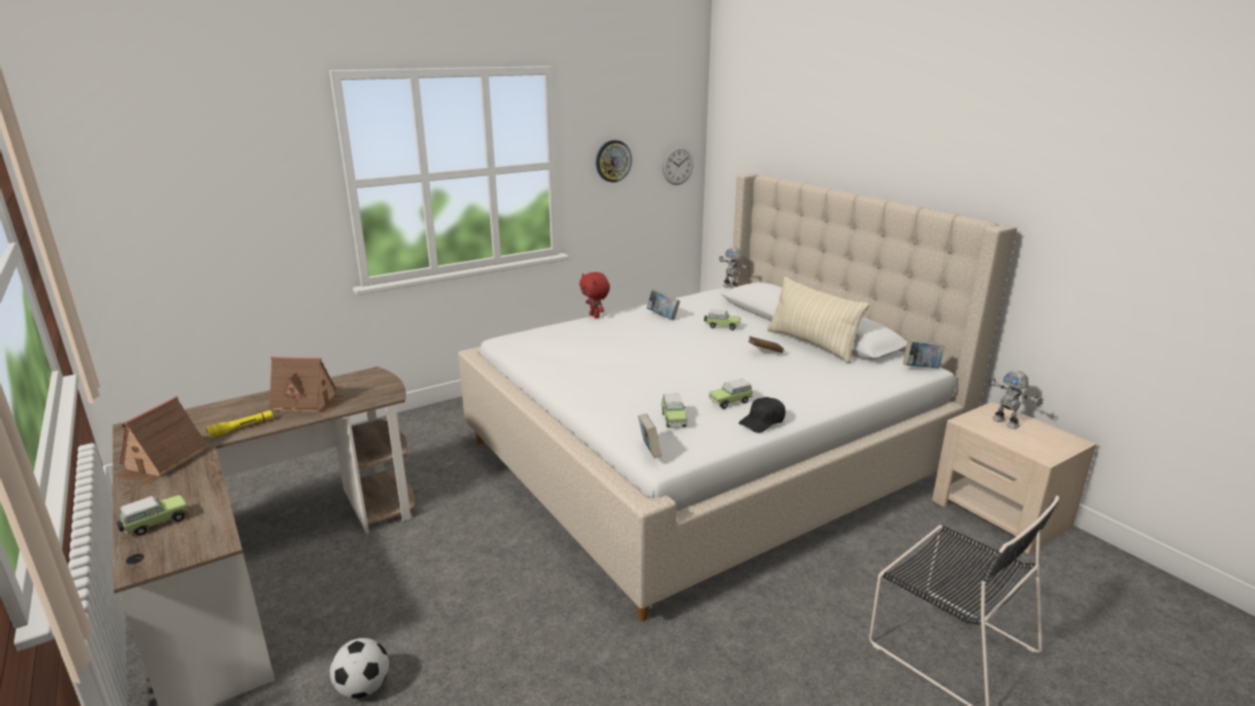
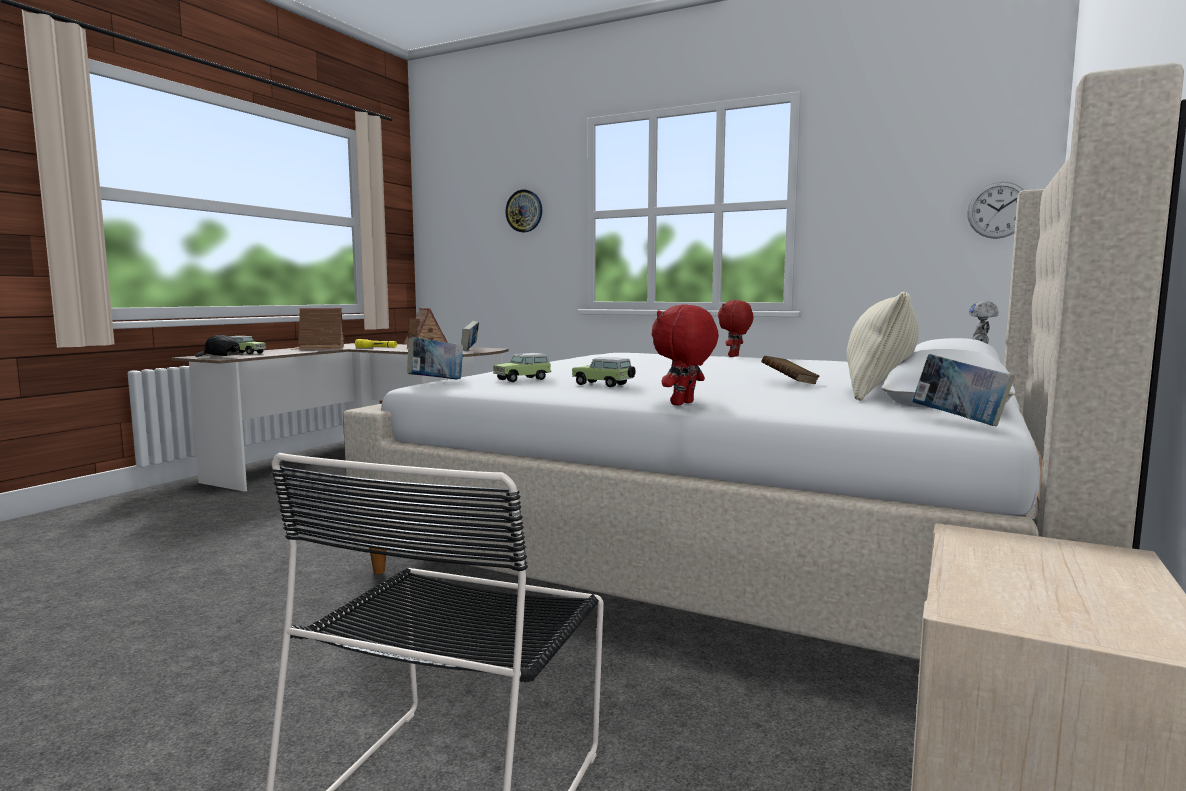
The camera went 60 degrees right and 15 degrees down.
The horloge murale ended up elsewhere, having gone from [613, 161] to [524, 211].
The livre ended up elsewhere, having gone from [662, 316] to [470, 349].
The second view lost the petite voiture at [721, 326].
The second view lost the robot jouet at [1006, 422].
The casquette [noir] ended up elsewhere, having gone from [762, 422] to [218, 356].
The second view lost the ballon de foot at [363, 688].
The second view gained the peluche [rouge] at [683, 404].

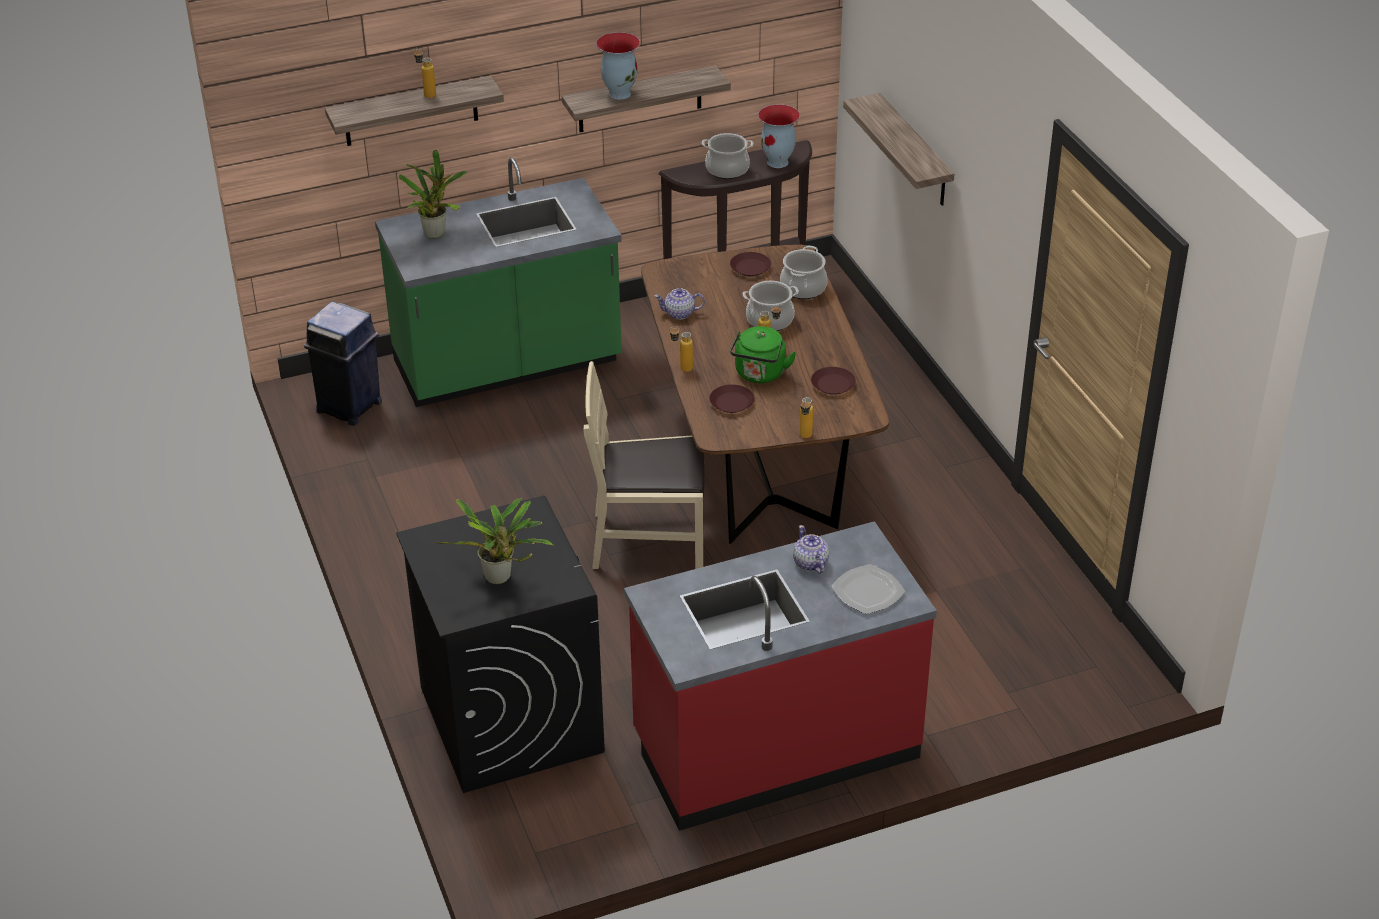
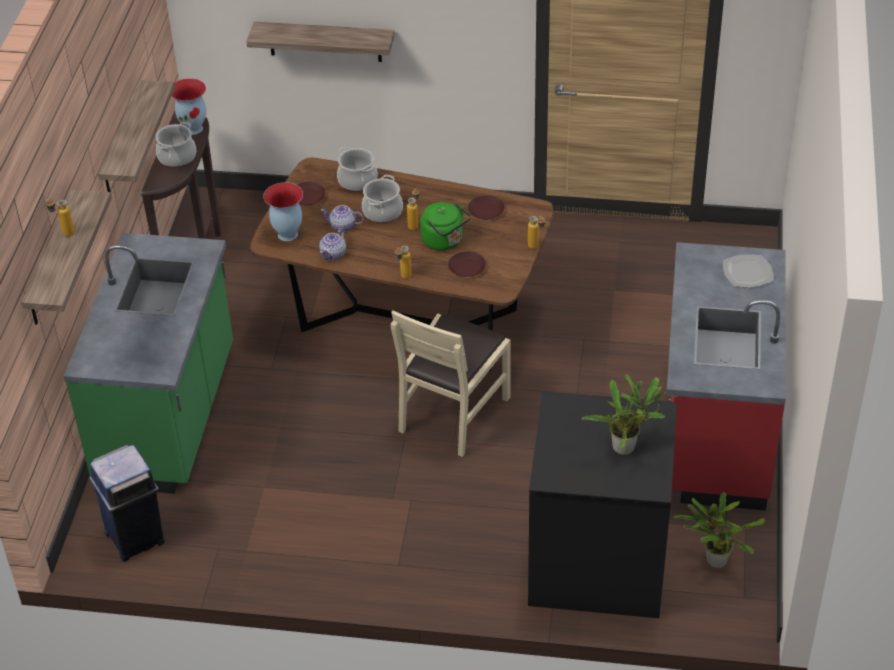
The camera went 60 degrees left and 5 degrees up.
The vase ended up elsewhere, having gone from [619, 93] to [287, 234].
The plante en pot ended up elsewhere, having gone from [436, 232] to [714, 559].
The théière ended up elsewhere, having gone from [810, 563] to [343, 226].

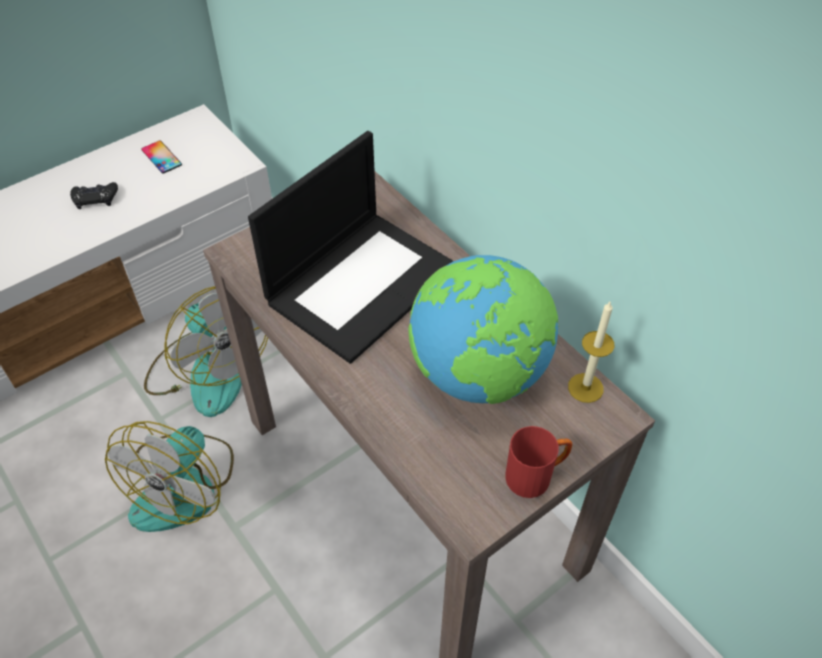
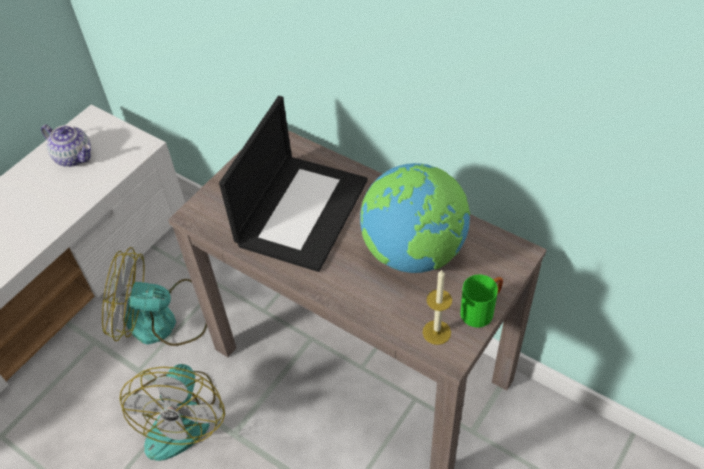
The camera went 15 degrees left and 0 degrees up.
Where the téléphone stood at [161, 157], the théière came to stand at [74, 157].
The second view lost the manette [noir] at [95, 198].
The ventilateur at [208, 371] ended up facing another way, 150 degrees clockwise from before.
The bougie ended up elsewhere, having gone from [585, 388] to [436, 332].
What was the mug [rouge] at [536, 475] turned into the mug [vert] at [481, 310].

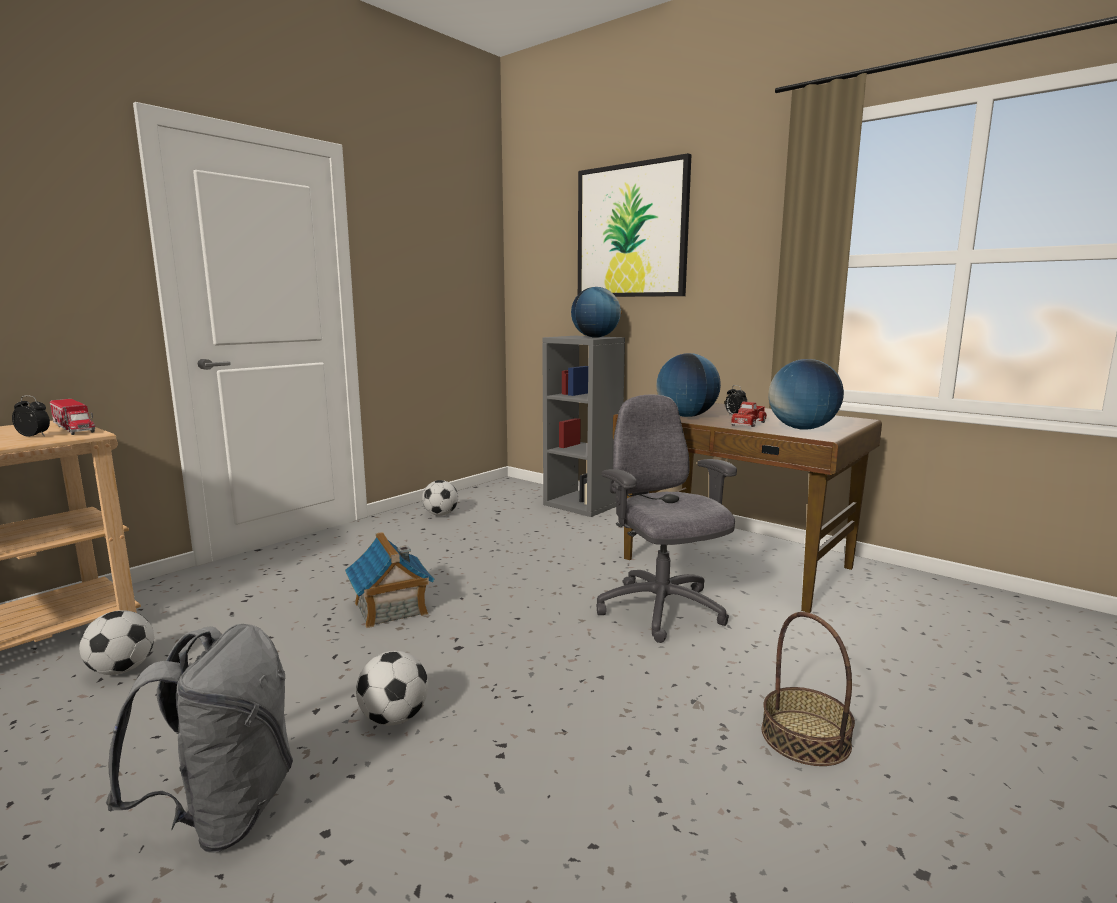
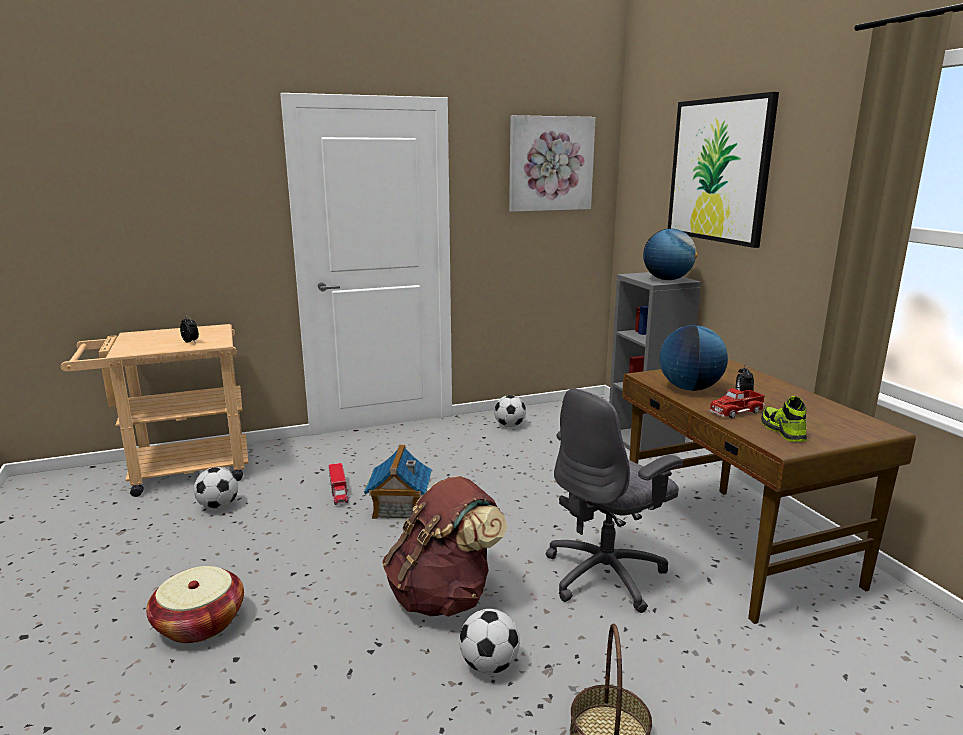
The camera went 30 degrees right and 5 degrees up.
Where the globe stood at [802, 428], the chaussure came to stand at [782, 431].
The chaise de bureau [gris] at [661, 611] ended up facing another way, 135 degrees counterclockwise from before.
The camion jouet ended up elsewhere, having gone from [74, 428] to [338, 491].
Where the sac à dos [gris] stood at [225, 813], the panier came to stand at [200, 623].
The ballon de foot ended up elsewhere, having gone from [394, 718] to [489, 665].
The second view gained the tableau at [550, 164].
The second view gained the sac à dos [marron] at [444, 596].

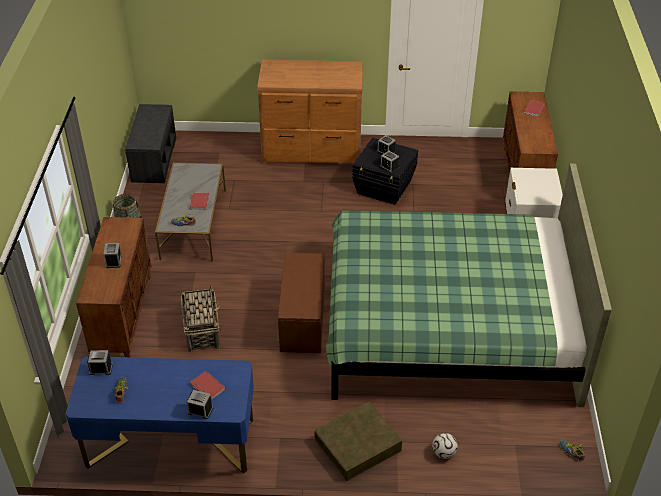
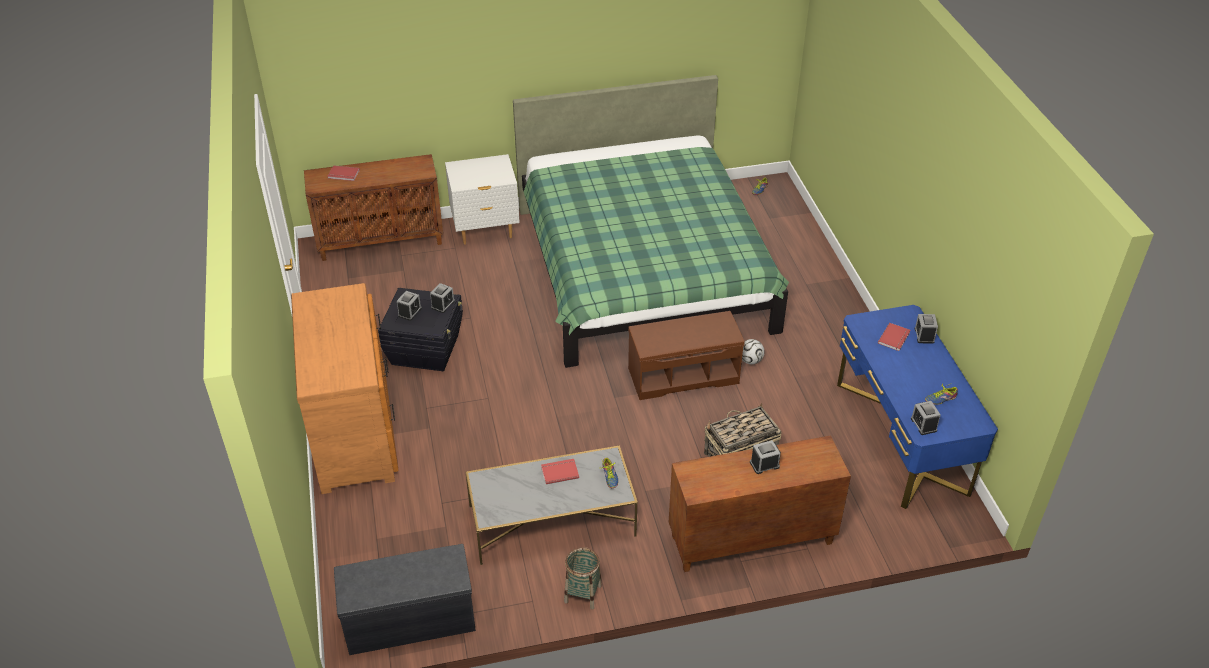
The camera went 105 degrees left and 0 degrees up.
The second view lost the boîte de rangement [marron] at [358, 445].
The ballon de foot ended up elsewhere, having gone from [444, 453] to [750, 360].

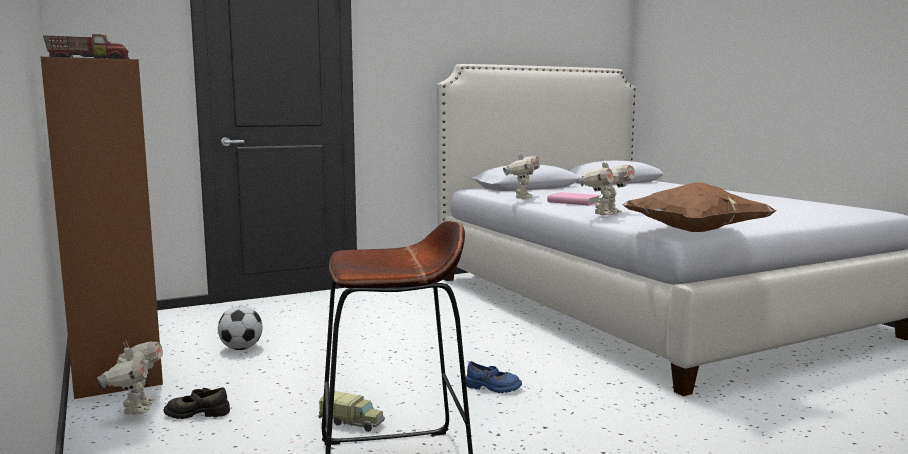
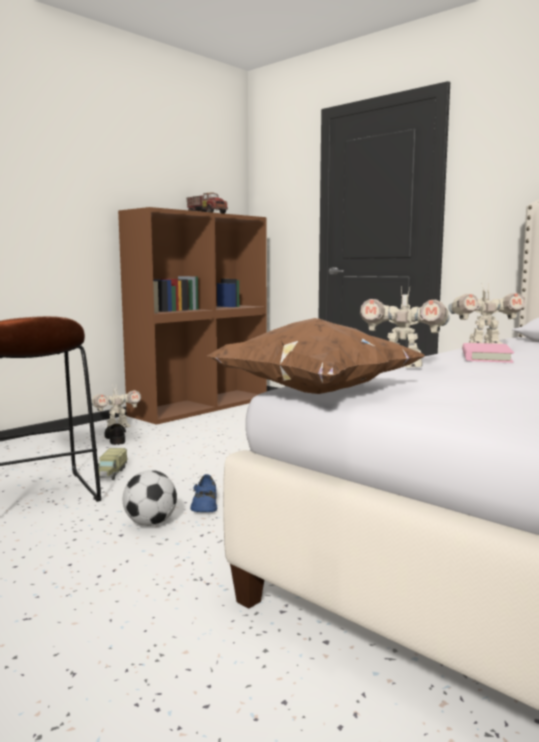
The camera went 70 degrees right and 0 degrees up.
The ballon de foot ended up elsewhere, having gone from [241, 348] to [150, 523].

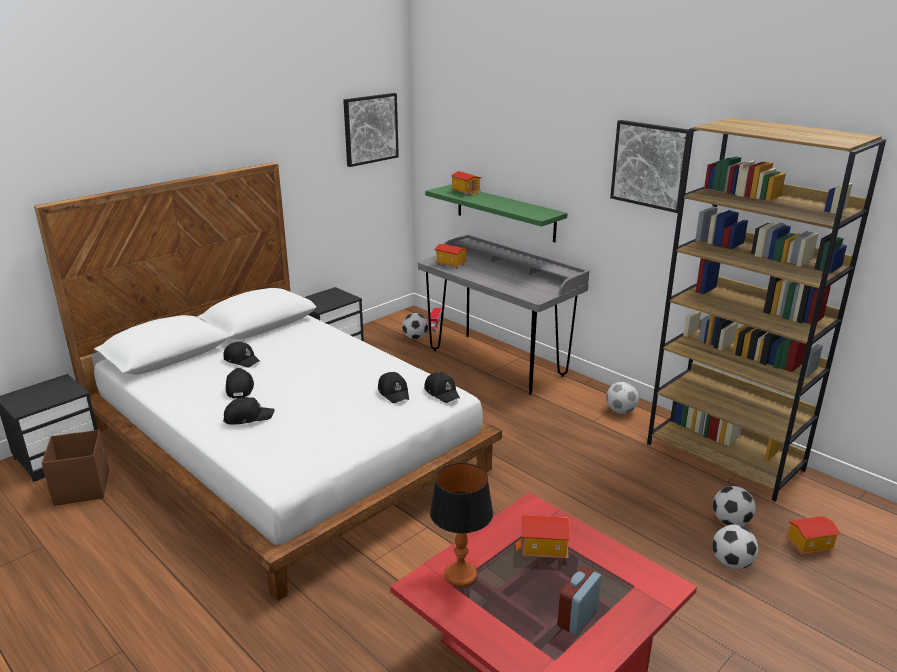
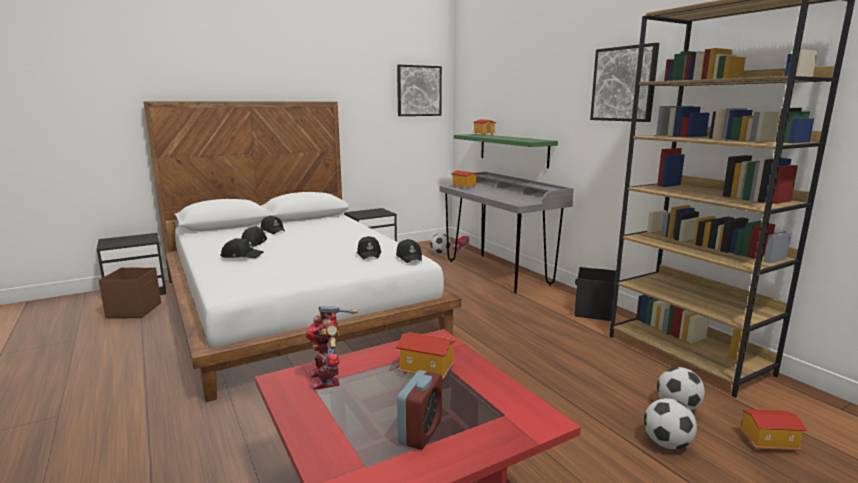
The camera went 15 degrees right and 10 degrees down.
Where the ballon de foot stood at [621, 411], the boîte de rangement [noir] came to stand at [593, 312].
Where the lampe de table stood at [461, 575], the robot jouet came to stand at [328, 378].
The réveil at [577, 617] ended up facing another way, 150 degrees clockwise from before.

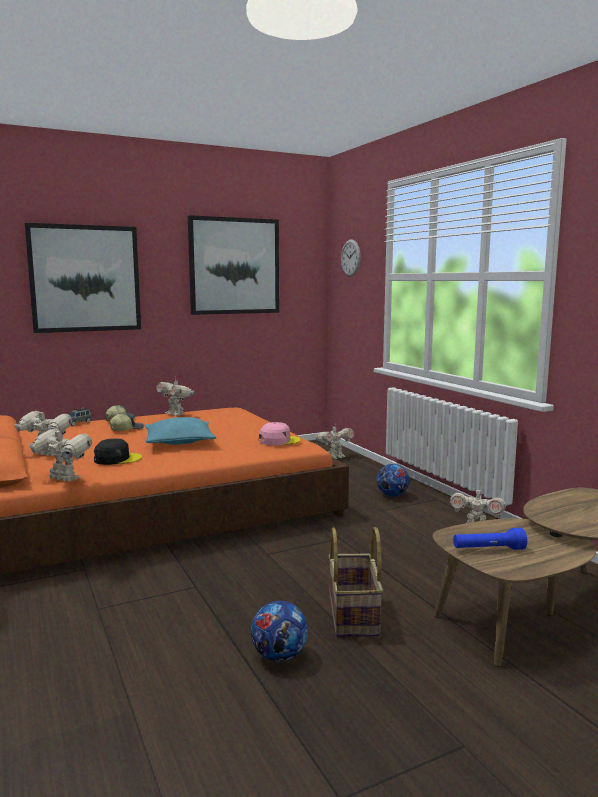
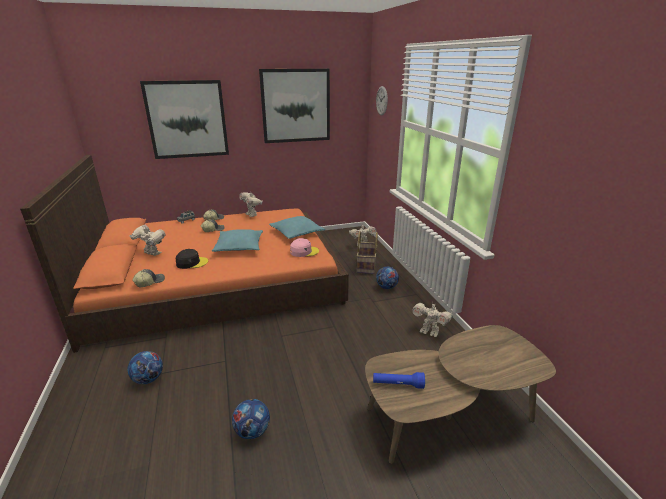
The camera went 10 degrees right and 15 degrees up.
Where the robot jouet stood at [63, 479], the casquette came to stand at [149, 282].
The panier ended up elsewhere, having gone from [354, 615] to [367, 266].
The second view gained the coussin [turquoise] at [296, 232].
The second view gained the ballon de foot at [148, 379].

